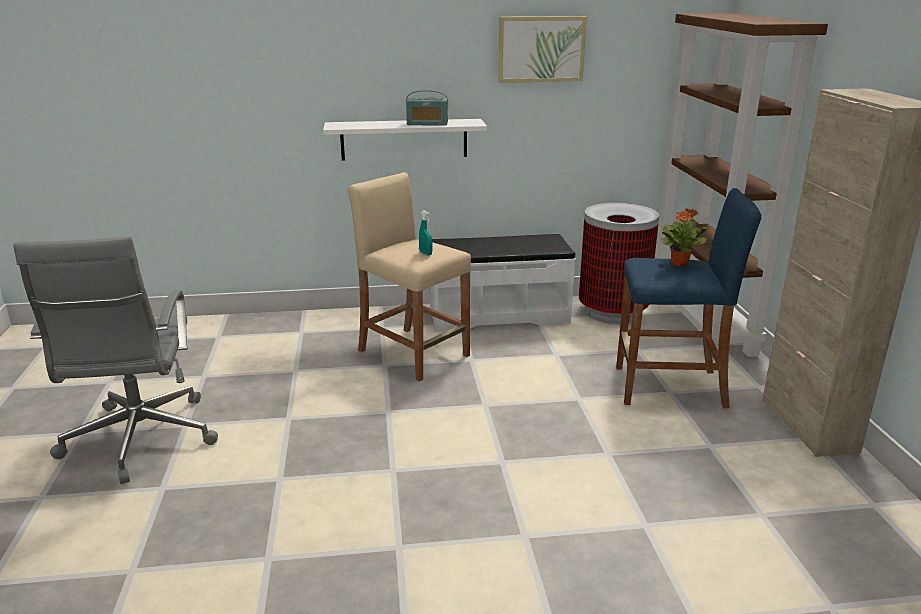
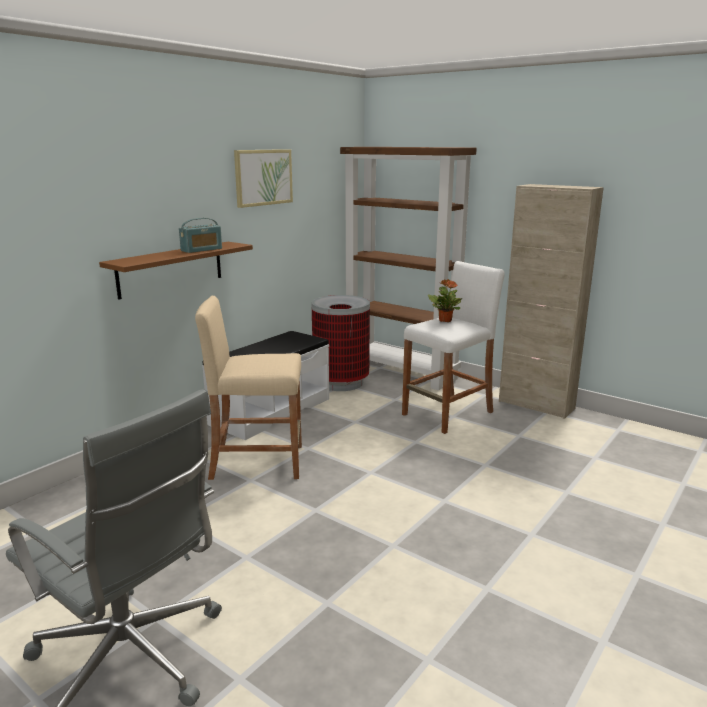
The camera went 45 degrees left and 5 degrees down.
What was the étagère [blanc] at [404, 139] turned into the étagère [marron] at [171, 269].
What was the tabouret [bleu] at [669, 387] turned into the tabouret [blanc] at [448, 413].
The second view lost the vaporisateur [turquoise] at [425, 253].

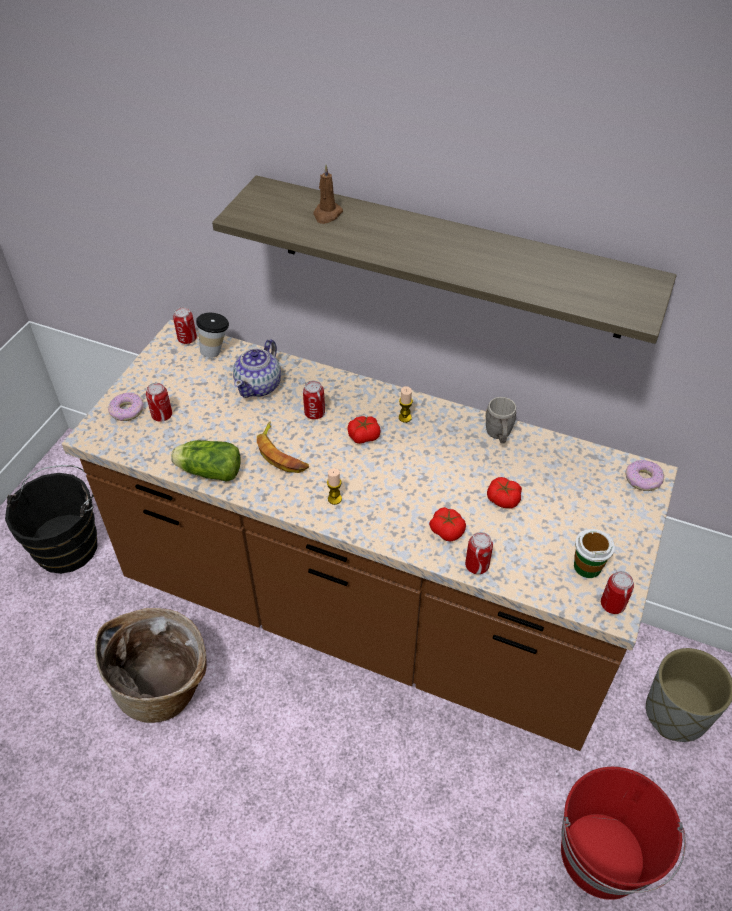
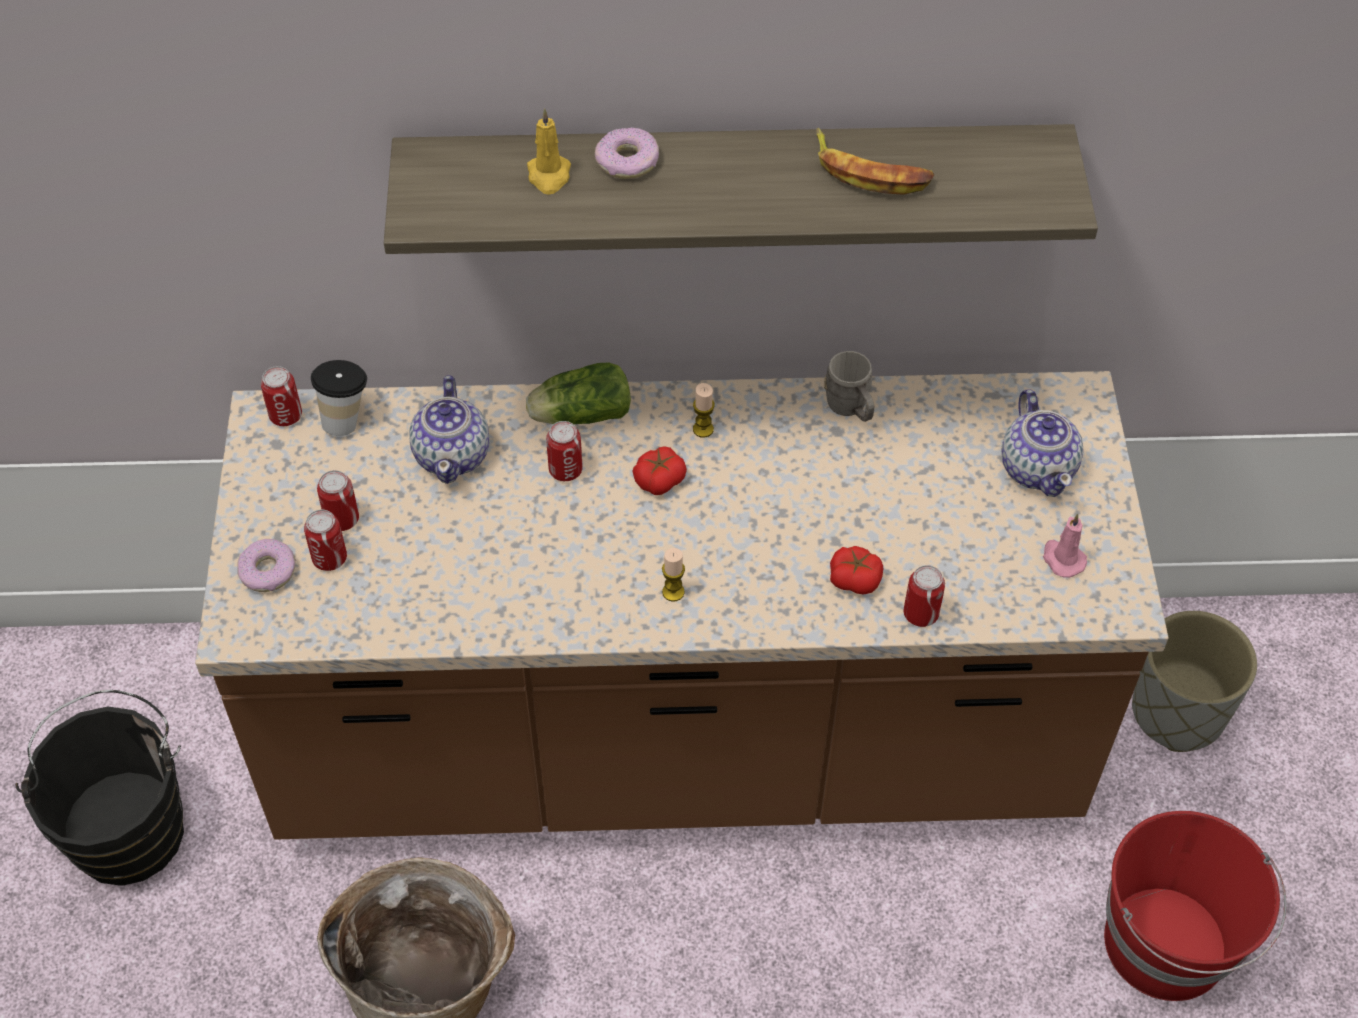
The camera went 25 degrees left and 5 degrees up.
What was the bougie [marron] at [327, 214] turned into the bougie [jaune] at [549, 176].
The banane ended up elsewhere, having gone from [282, 453] to [869, 172].
The laitue ended up elsewhere, having gone from [207, 471] to [578, 415].
The beignet ended up elsewhere, having gone from [643, 479] to [628, 161].
The second view lost the tomate at [503, 499].
Where the tasse stood at [587, 566], the bougie [rose] came to stand at [1062, 558].
The boîte métallique ended up elsewhere, having gone from [612, 604] to [342, 519].
The second view gained the théière at [1038, 468].

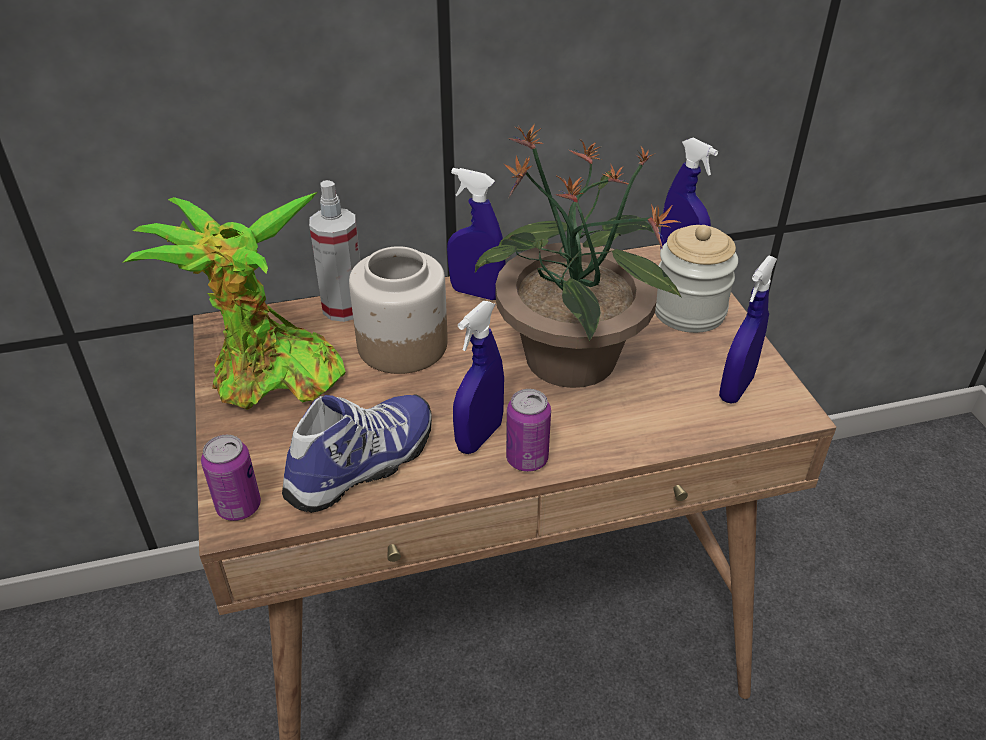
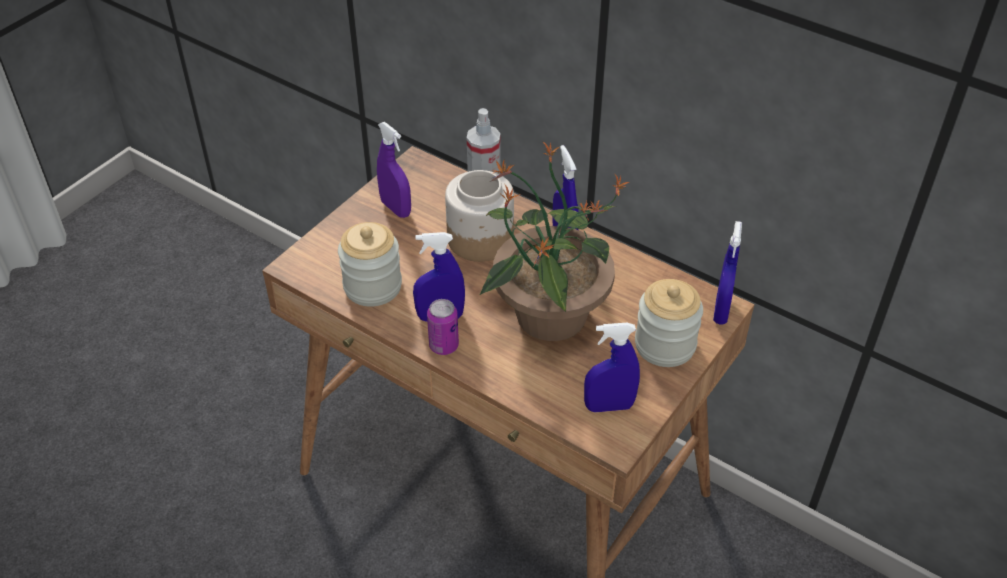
The camera went 50 degrees right and 5 degrees up.
Where the plante en pot stood at [269, 379], the vaporisateur [violet] came to stand at [396, 208].
Where the chaussure stood at [364, 466], the bocal came to stand at [372, 286].
The second view lost the boîte métallique at [239, 506].

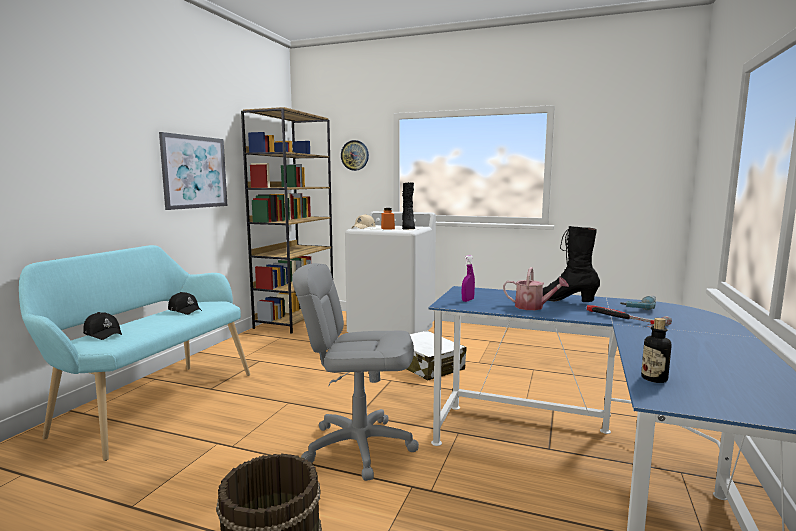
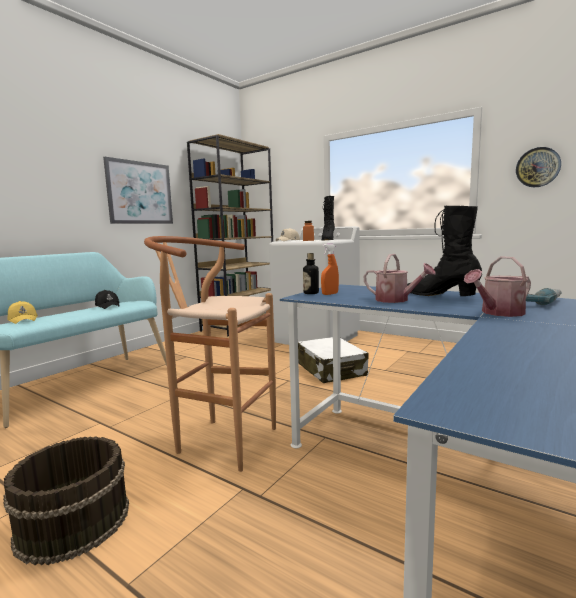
The camera went 15 degrees right and 0 degrees up.
The horloge murale ended up elsewhere, having gone from [355, 155] to [537, 167].
What was the vaporisateur [violet] at [467, 300] turned into the vaporisateur [orange] at [330, 294].
Where the chaise de bureau [gris] stood at [359, 447], the tabouret [marron] came to stand at [218, 440].
Where the marteau stood at [623, 320], the arrosoir came to stand at [498, 313].
What was the casquette [noir] at [103, 333] turned into the casquette [jaune] at [23, 319].
The bouteille ended up elsewhere, having gone from [654, 379] to [311, 293].

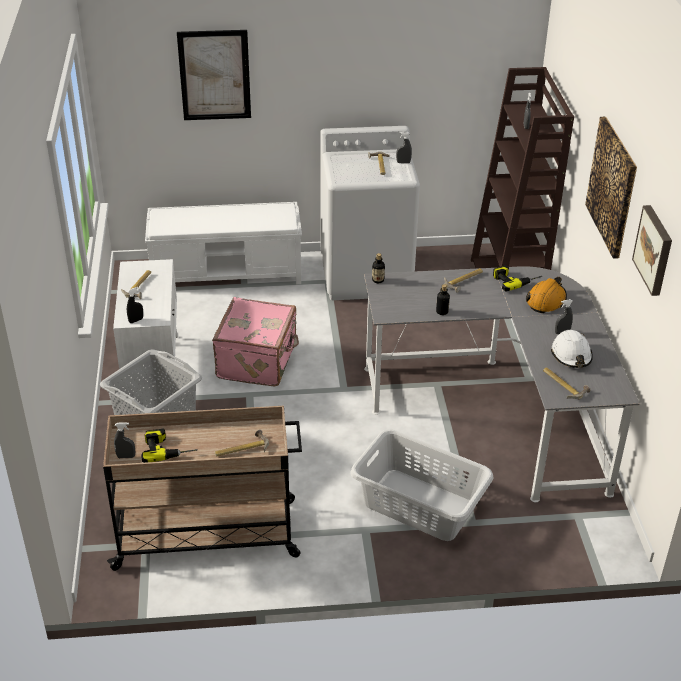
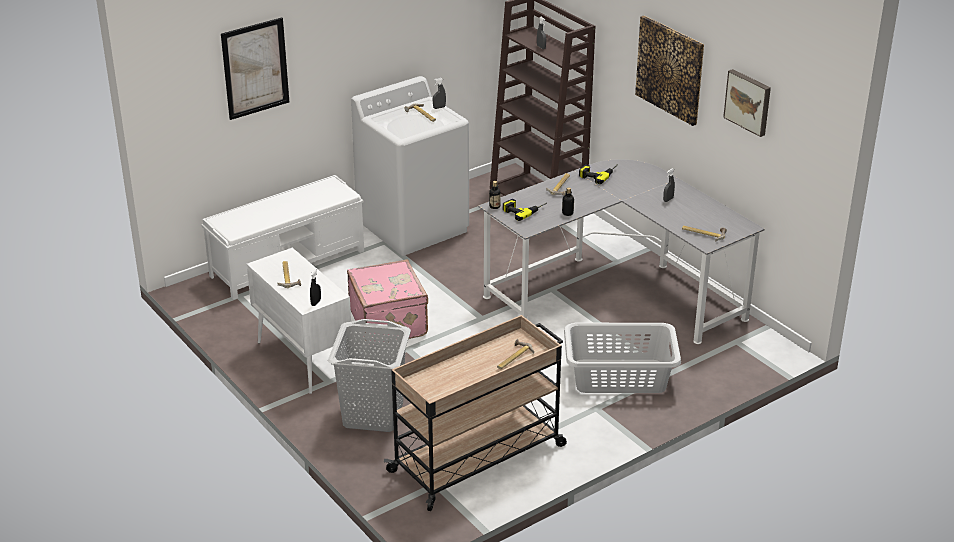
The camera went 30 degrees left and 5 degrees down.
The second view lost the casque de chantier [orange] at [546, 301].
The second view lost the casque de chantier [blanc] at [571, 355].
The second view lost the vaporisateur [gris] at [126, 456].
The perceuse ended up elsewhere, having gone from [169, 448] to [524, 210].

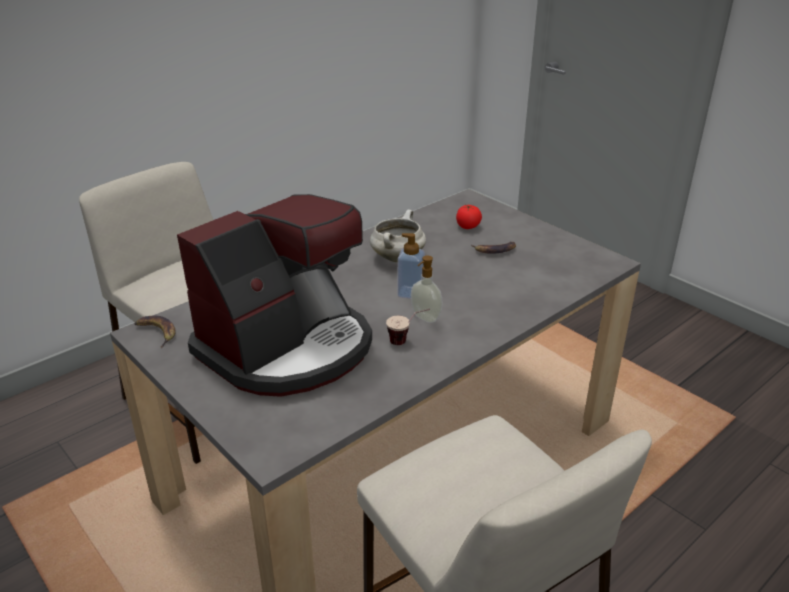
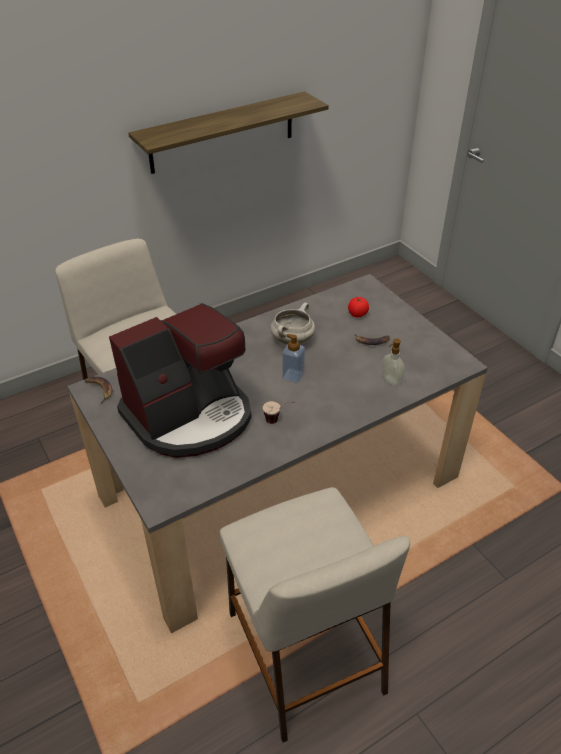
The camera went 10 degrees right and 10 degrees up.
The distributeur de savon ended up elsewhere, having gone from [425, 318] to [390, 380].
The second view gained the étagère at [222, 133].

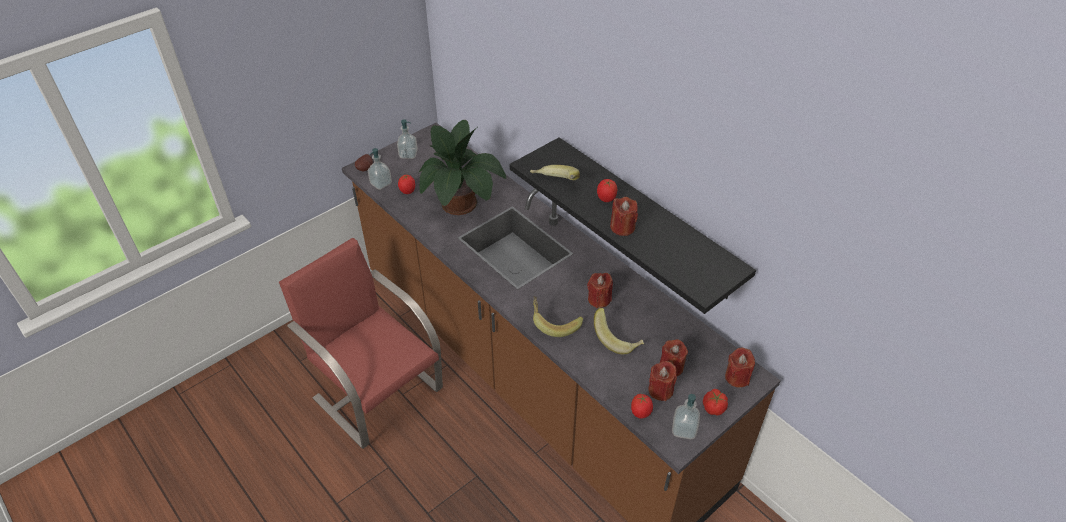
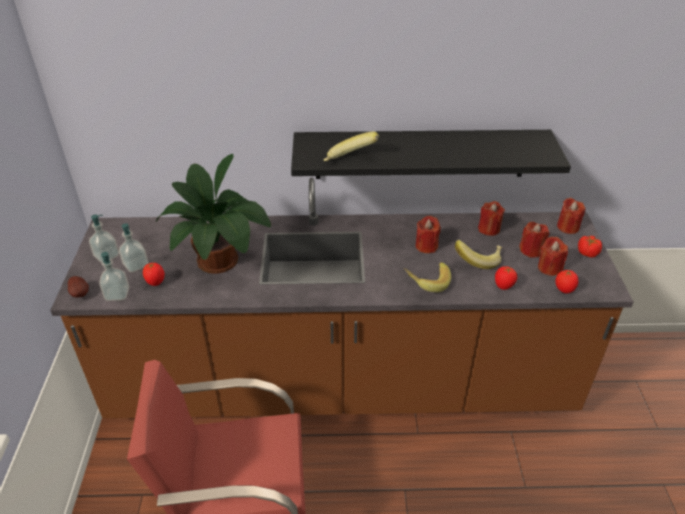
The camera went 50 degrees left and 5 degrees down.
The tomate ended up elsewhere, having gone from [606, 199] to [503, 287].
The bougie [rouge] ended up elsewhere, having gone from [622, 227] to [489, 229].
The distributeur de savon ended up elsewhere, having gone from [684, 429] to [136, 265].

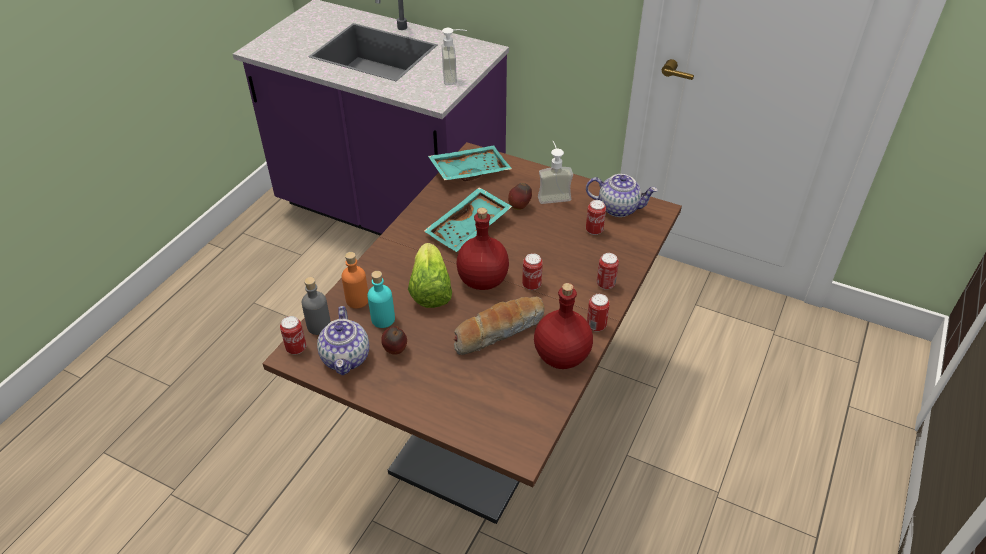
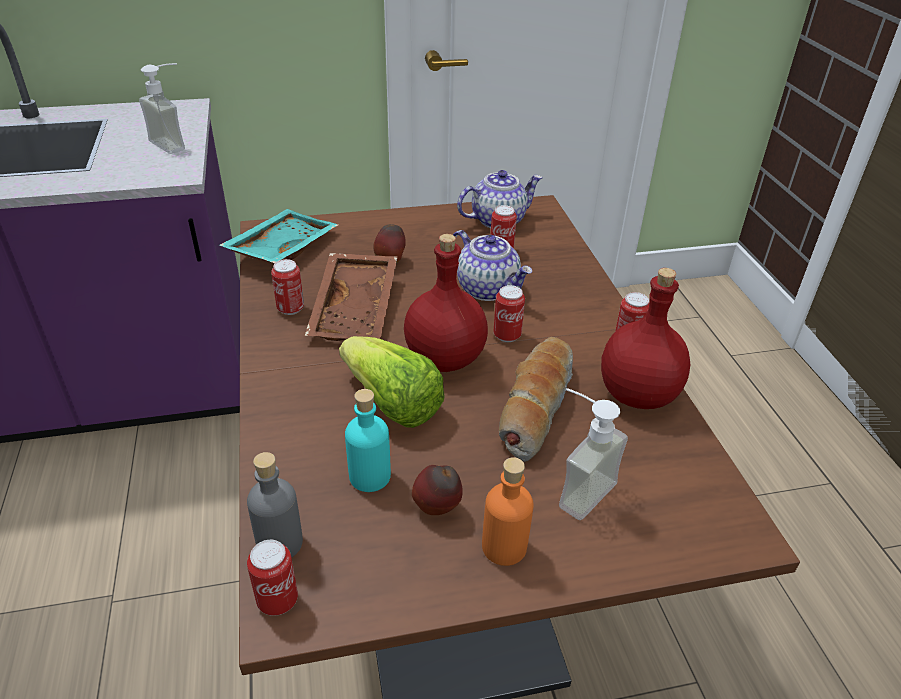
The camera went 40 degrees left and 5 degrees down.
The distributeur de savon ended up elsewhere, having gone from [552, 195] to [576, 487].
What was the plateau [turquoise] at [469, 228] turned into the plateau [marron] at [357, 309].
The bouteille [orange] ended up elsewhere, having gone from [357, 300] to [504, 547].
The boîte métallique ended up elsewhere, having gone from [605, 284] to [290, 309].
The théière ended up elsewhere, having gone from [346, 358] to [488, 289].

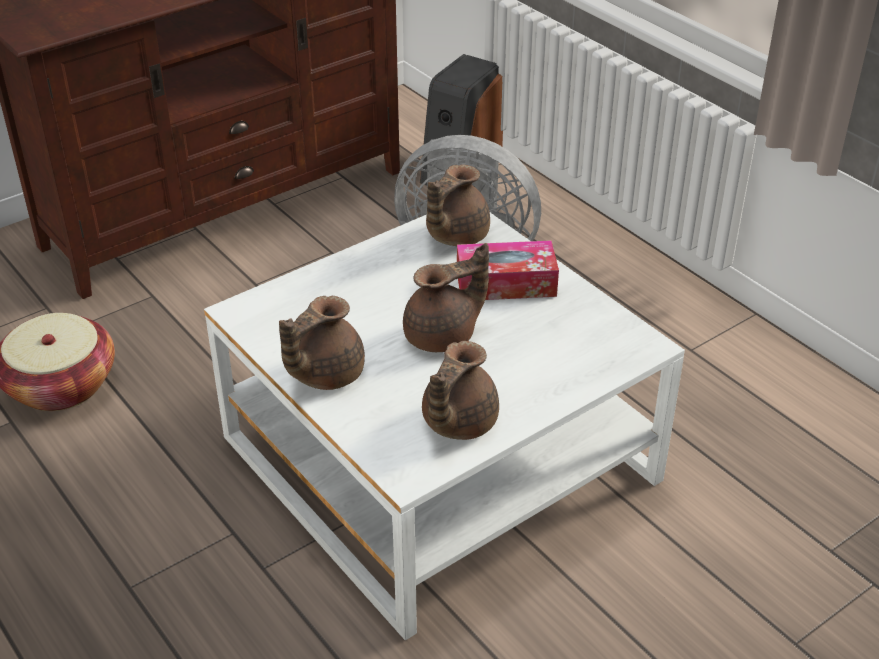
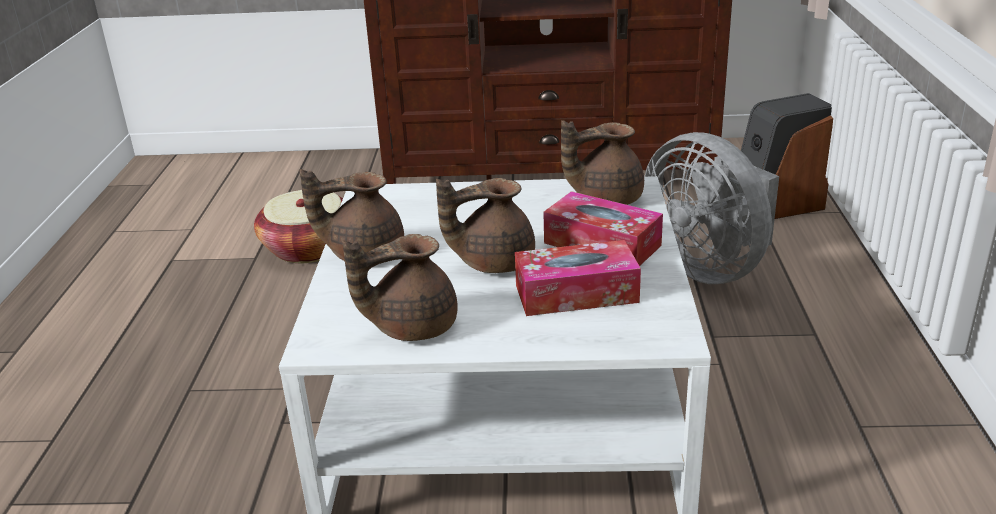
The camera went 40 degrees right and 10 degrees down.
The théière [marron] at [443, 336] ended up facing another way, 150 degrees clockwise from before.
The second view gained the boîte à mouchoirs at [576, 293].

